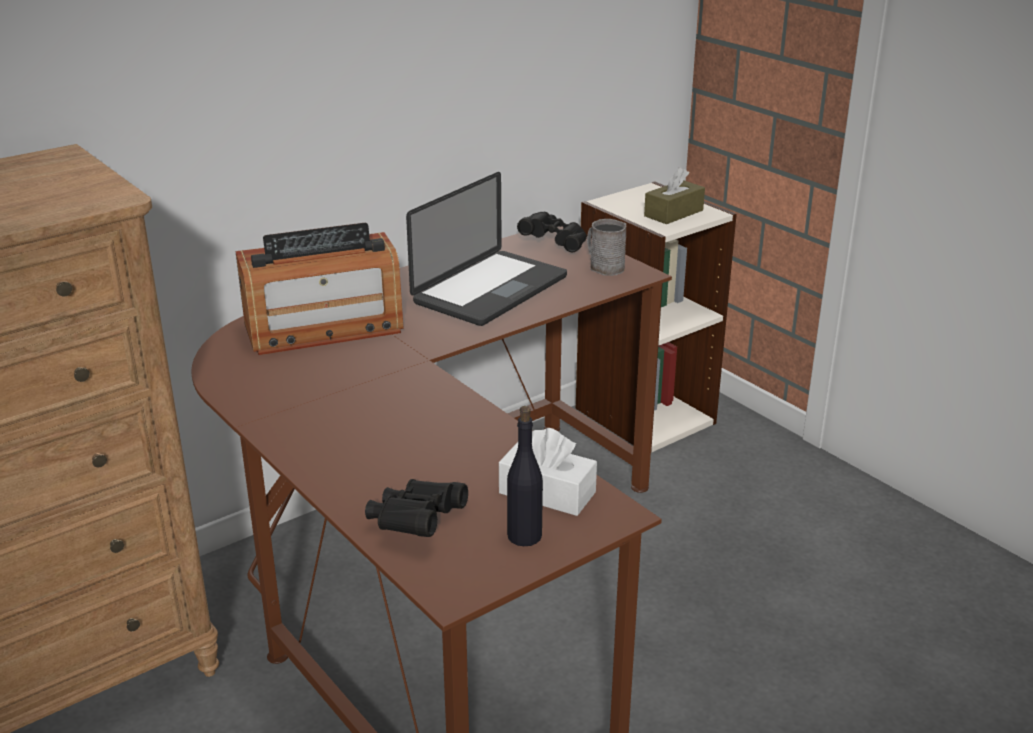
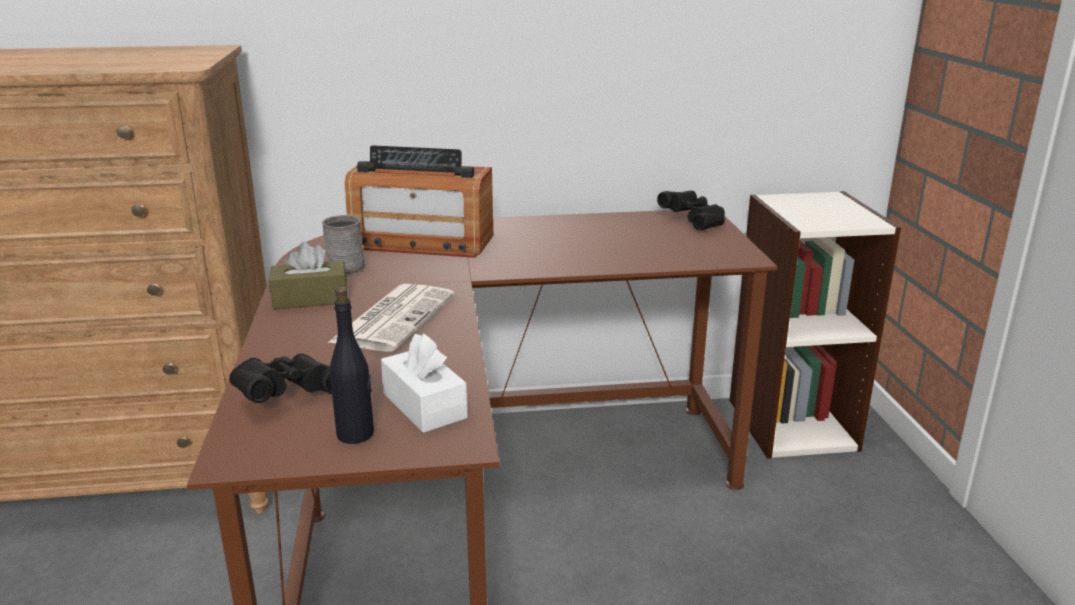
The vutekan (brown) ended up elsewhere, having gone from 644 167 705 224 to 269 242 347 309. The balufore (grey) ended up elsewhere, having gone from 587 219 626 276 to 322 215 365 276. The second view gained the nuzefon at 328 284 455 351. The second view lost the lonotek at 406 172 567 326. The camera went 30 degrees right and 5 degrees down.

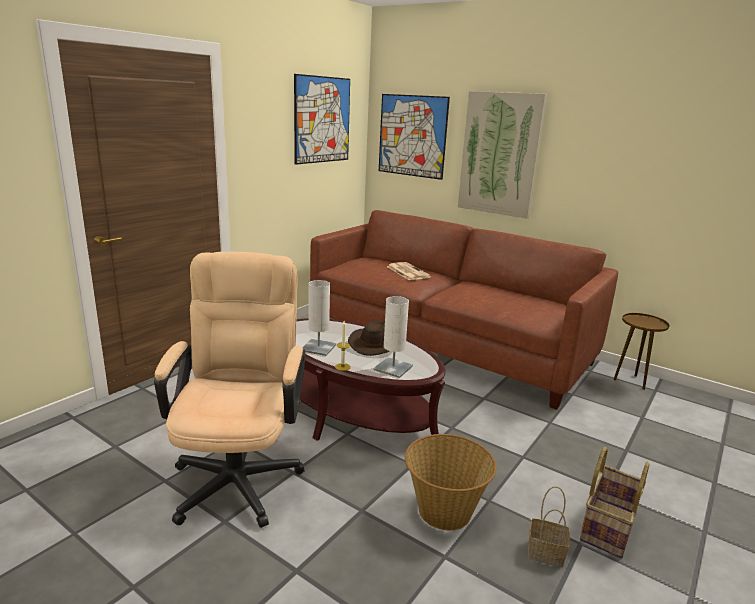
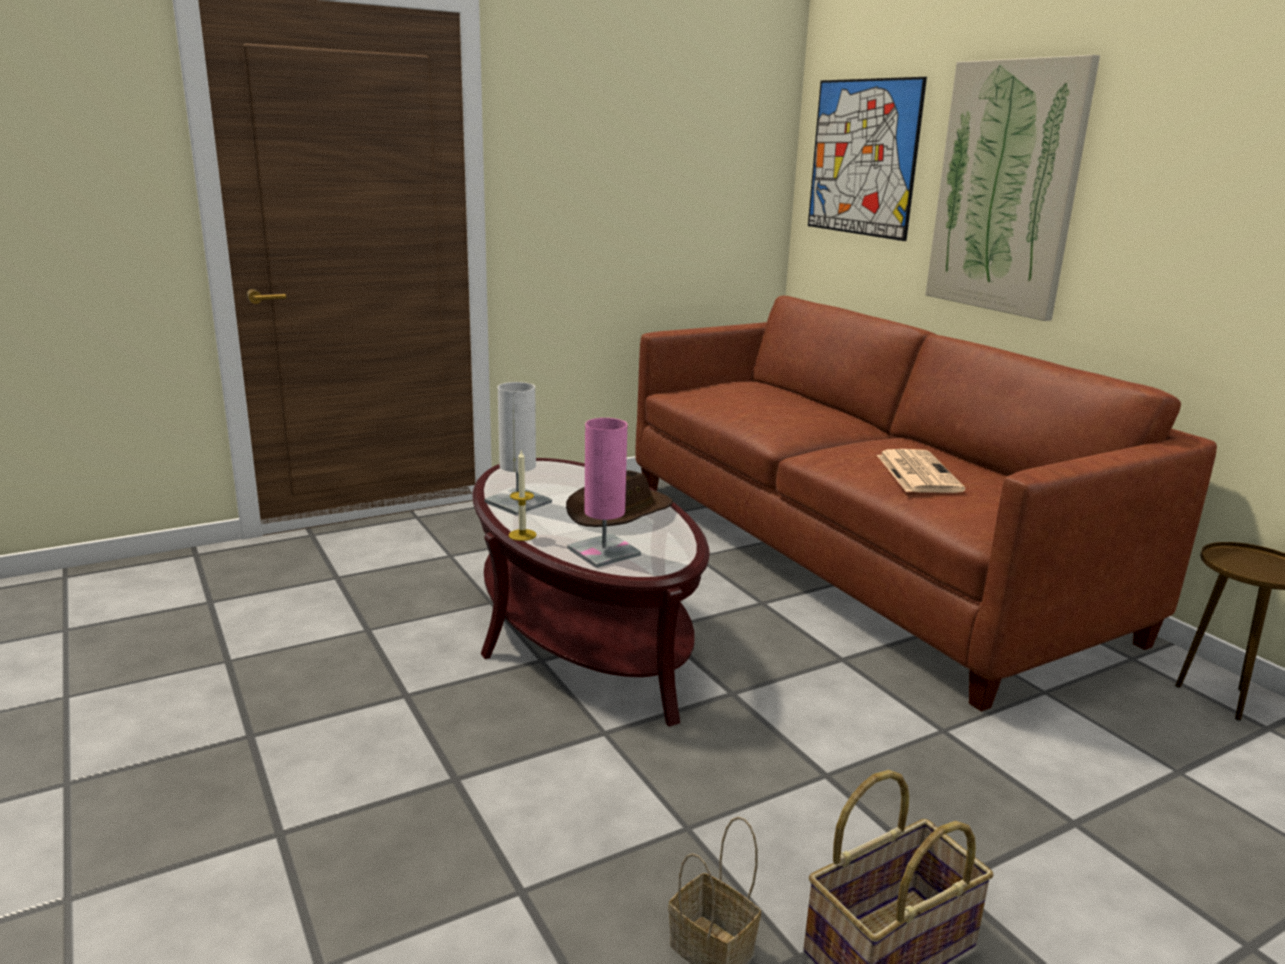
What was the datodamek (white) at 374 296 413 378 turned into the datodamek (pink) at 567 418 641 568. The nuzefon ended up elsewhere, having gone from 387 262 431 280 to 877 449 965 493. The second view lost the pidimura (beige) at 154 252 305 528. The second view lost the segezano at 294 74 350 165. The second view lost the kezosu at 405 434 496 531. The camera went 25 degrees right and 0 degrees up.

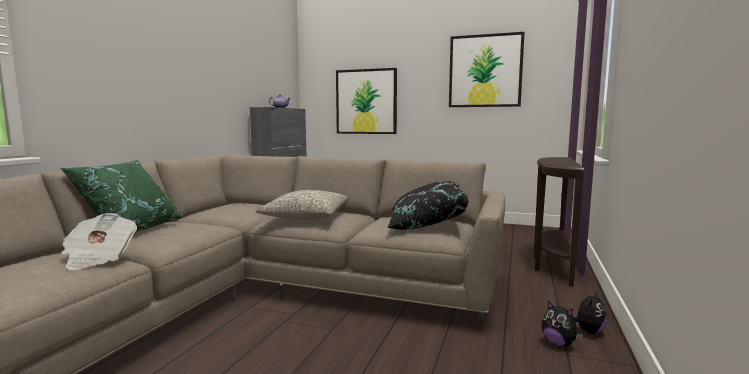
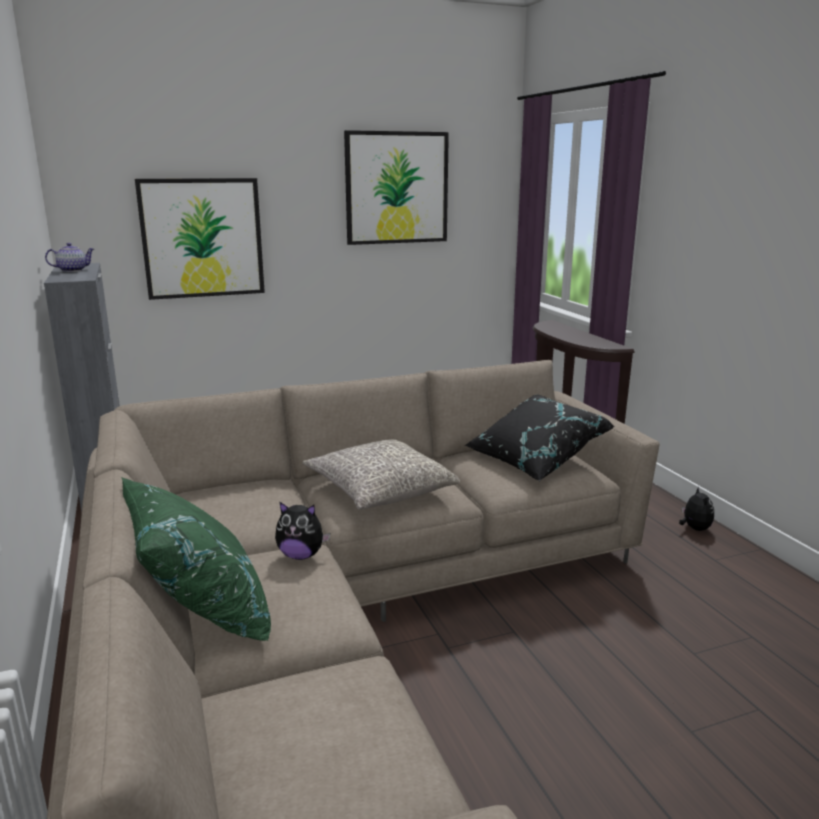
The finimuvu ended up elsewhere, having gone from 541 301 583 347 to 275 502 330 560. The second view lost the nuzefon at 62 213 137 270. The camera went 40 degrees left and 10 degrees up.

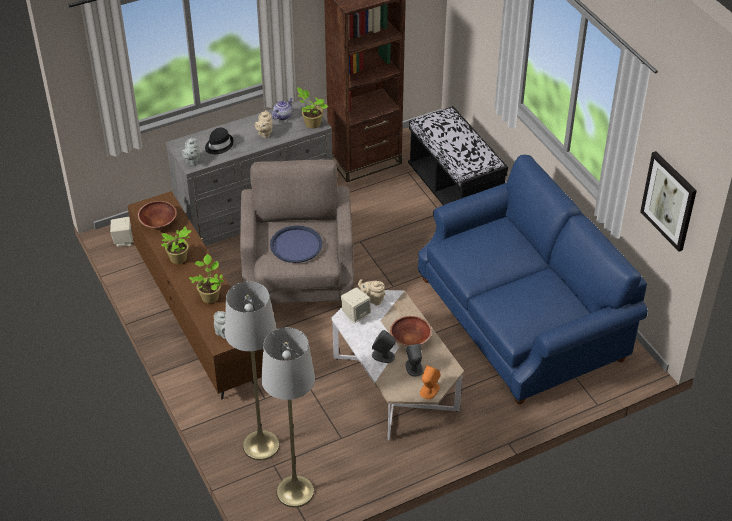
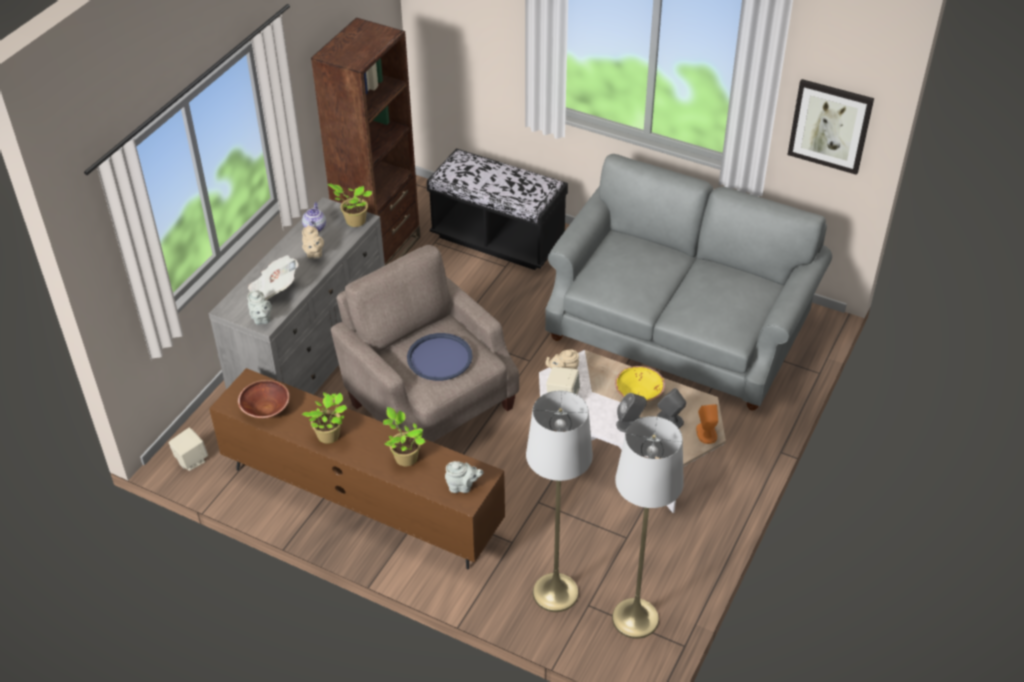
Where the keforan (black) stood at 205 128 234 154, the nuzefon came to stand at 248 255 299 300. What was the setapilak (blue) at 418 155 648 404 turned into the setapilak (grey) at 545 154 832 410. What was the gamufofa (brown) at 390 316 432 346 turned into the gamufofa (yellow) at 615 366 665 402. The camera went 35 degrees left and 0 degrees up.

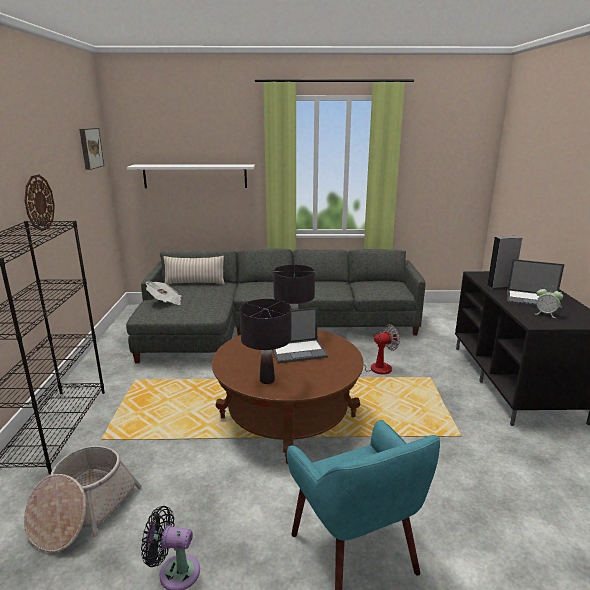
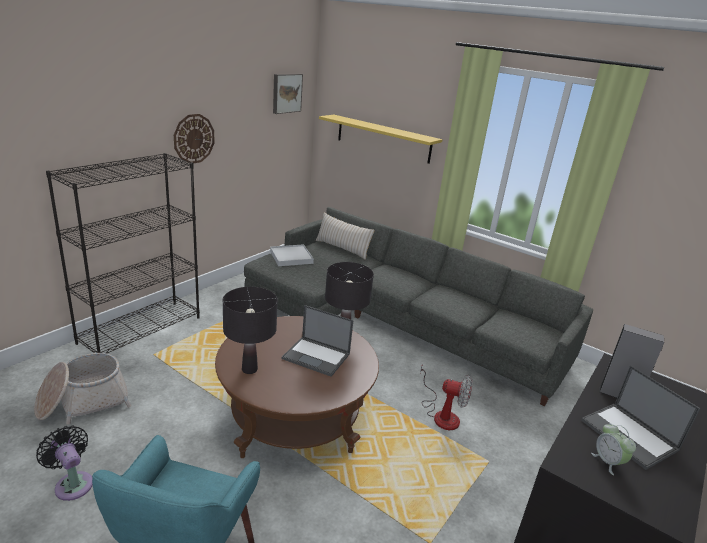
Where the nuzefon stood at 146 282 181 305, the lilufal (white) came to stand at 270 244 314 266. What was the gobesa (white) at 127 164 255 188 turned into the gobesa (yellow) at 319 115 443 164. The camera went 35 degrees right and 5 degrees up.

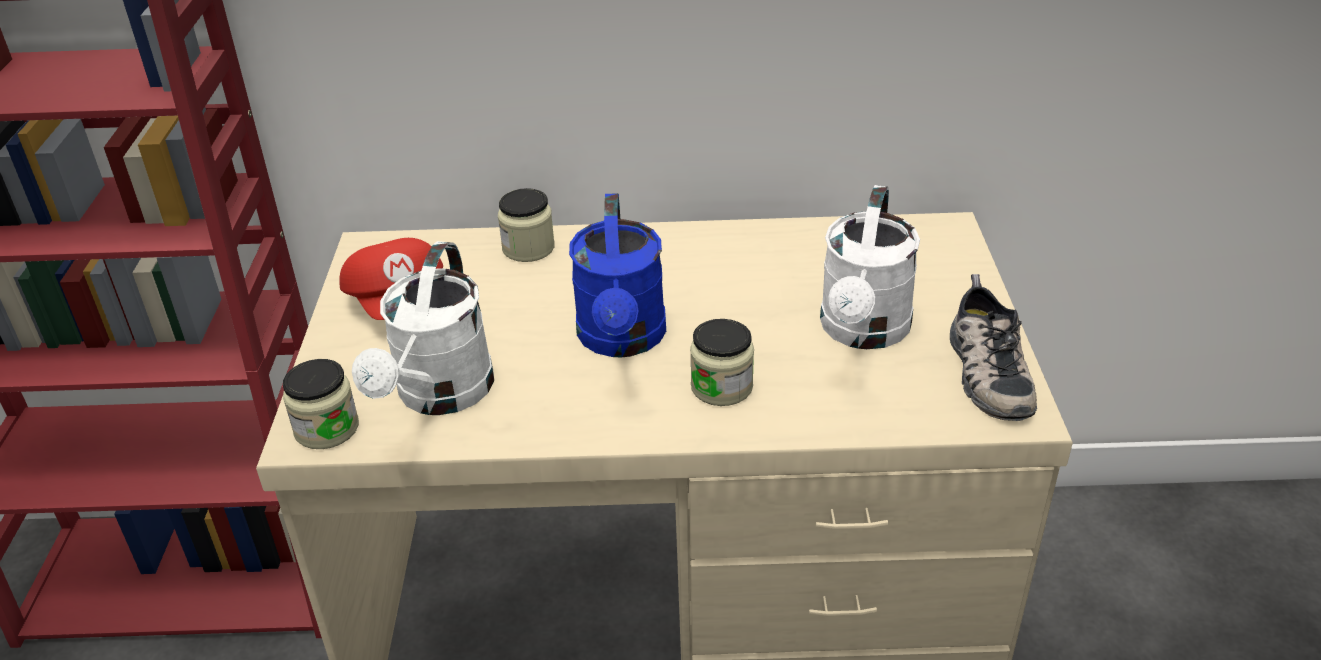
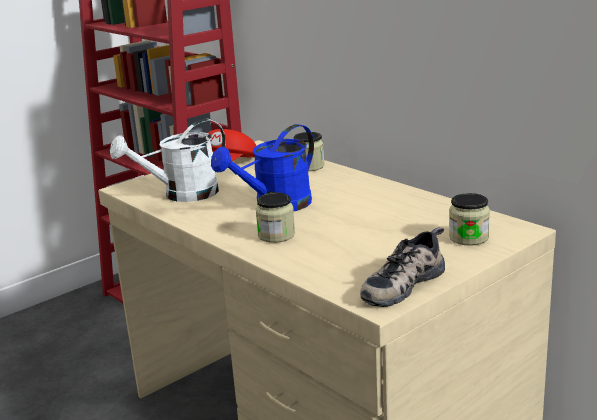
The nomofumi ended up elsewhere, having gone from 283 359 359 449 to 449 193 490 246. The second view lost the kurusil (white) at 820 185 920 349. The camera went 50 degrees right and 15 degrees down.

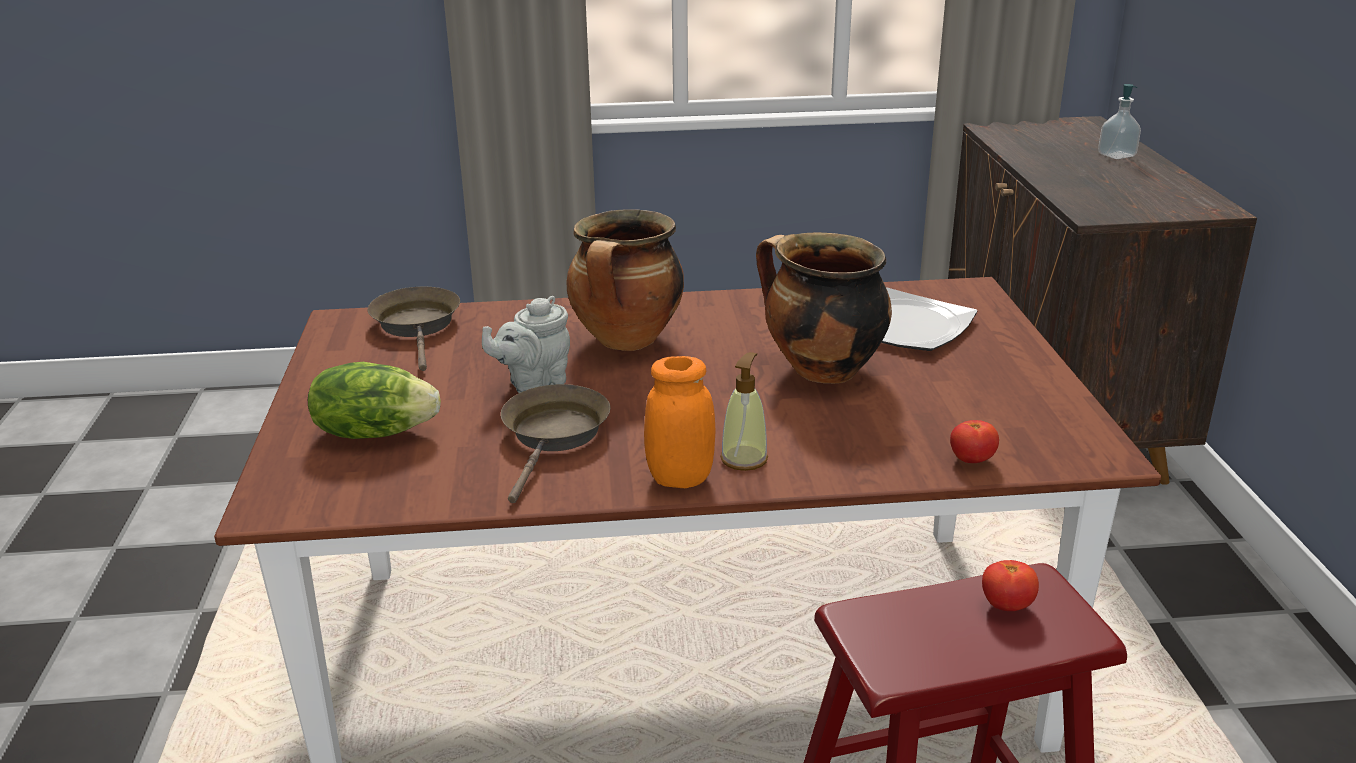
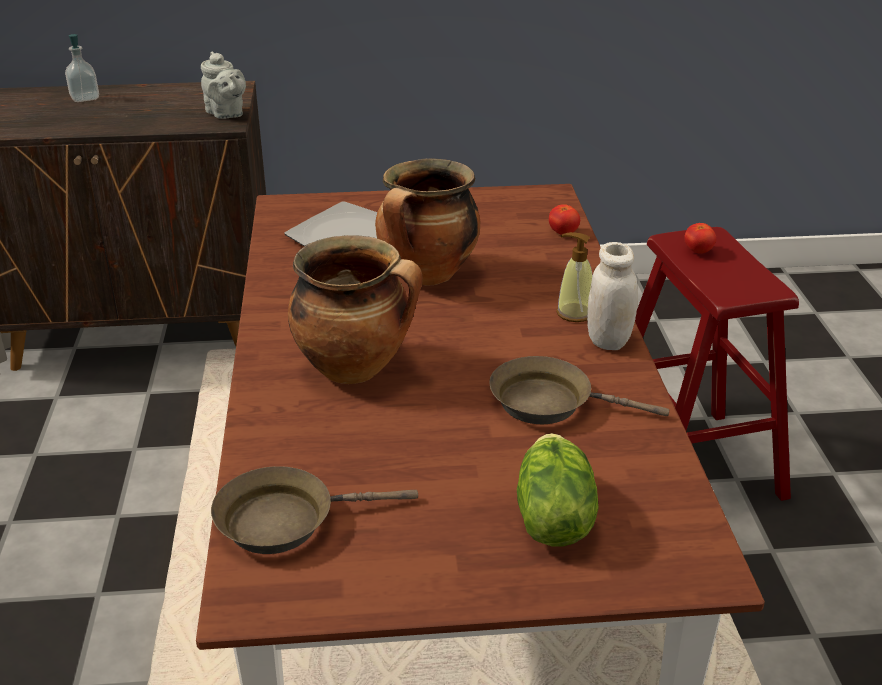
The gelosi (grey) ended up elsewhere, having gone from 482 296 570 393 to 201 51 246 119. What was the nomofumi (orange) at 644 356 715 488 turned into the nomofumi (white) at 587 242 638 350. The camera went 90 degrees left and 5 degrees up.

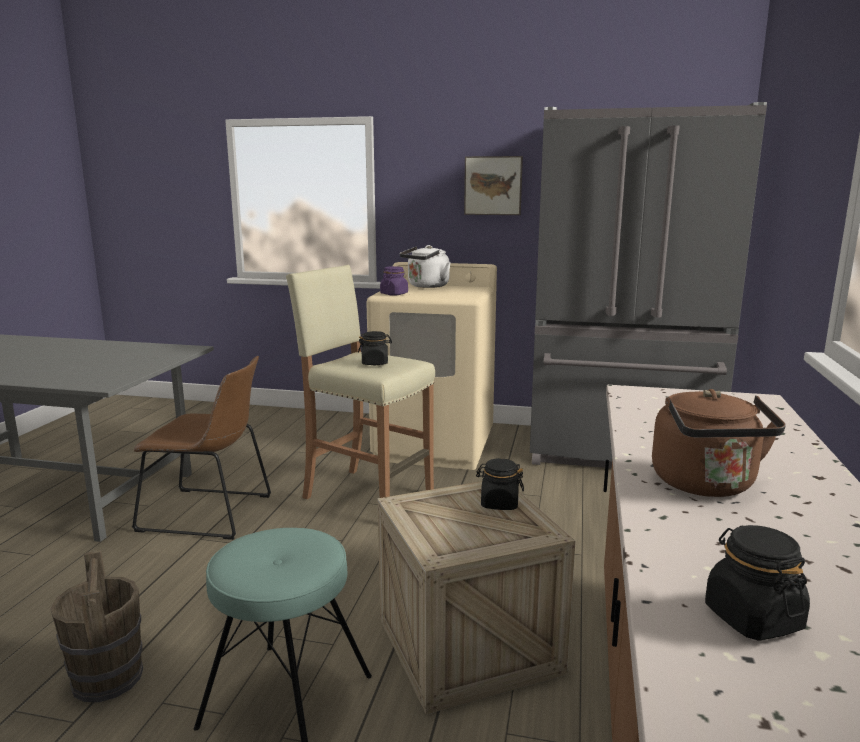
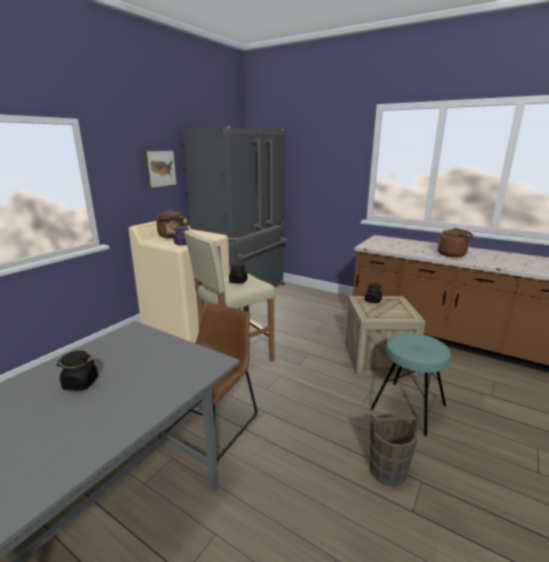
The nomofumi (black) ended up elsewhere, having gone from 705 525 810 641 to 57 350 98 390. What was the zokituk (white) at 400 245 451 288 turned into the zokituk (brown) at 156 210 190 238. The camera went 70 degrees left and 5 degrees up.

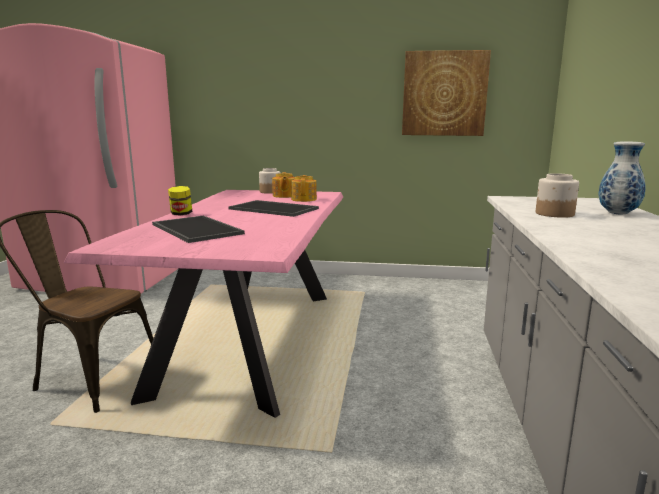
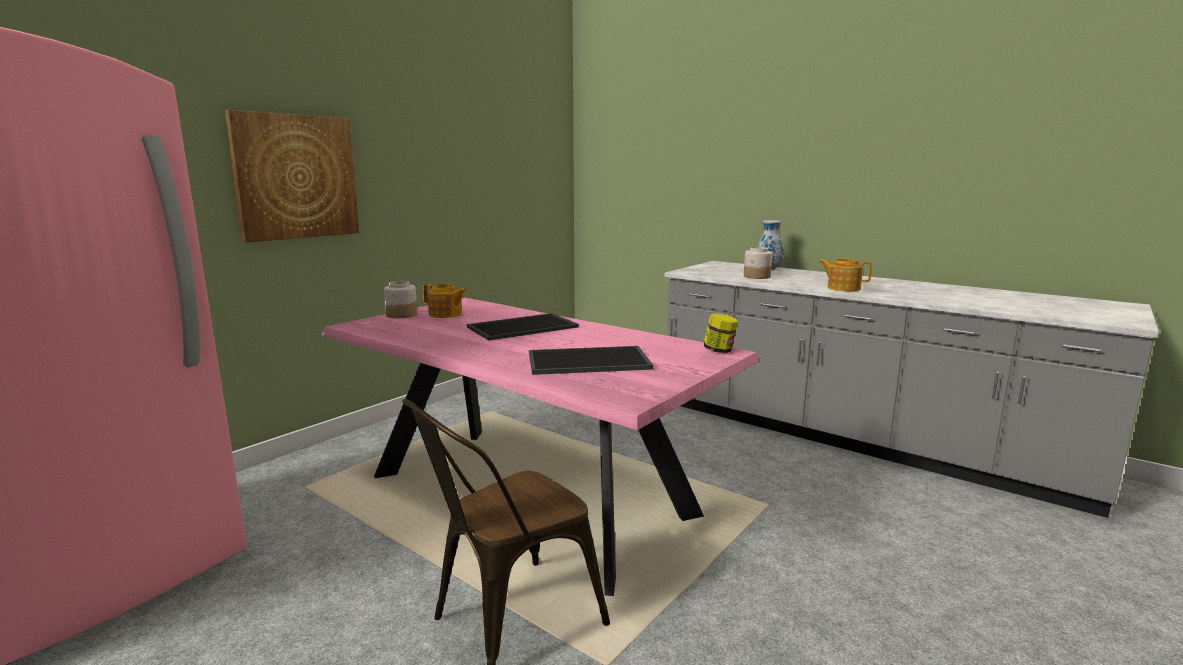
The segezano ended up elsewhere, having gone from 402 50 491 136 to 225 110 359 243. The nomofumi ended up elsewhere, having gone from 168 186 192 216 to 704 313 738 353. The gelosi ended up elsewhere, having gone from 291 175 317 202 to 819 259 872 291. The camera went 60 degrees left and 0 degrees up.

